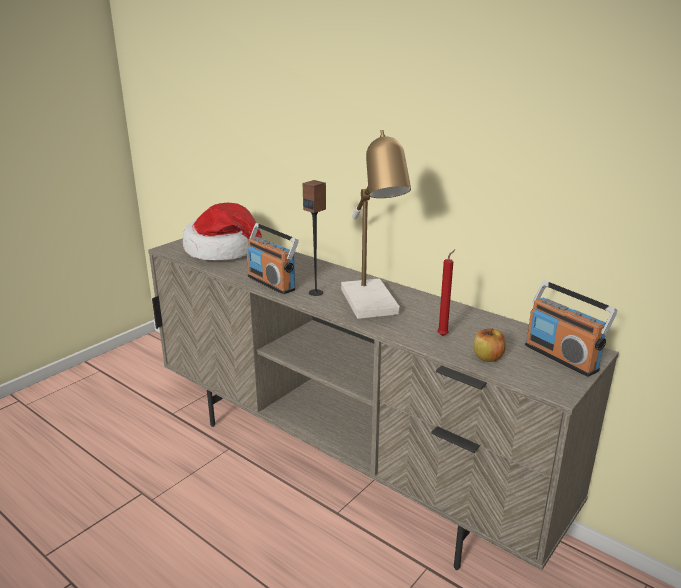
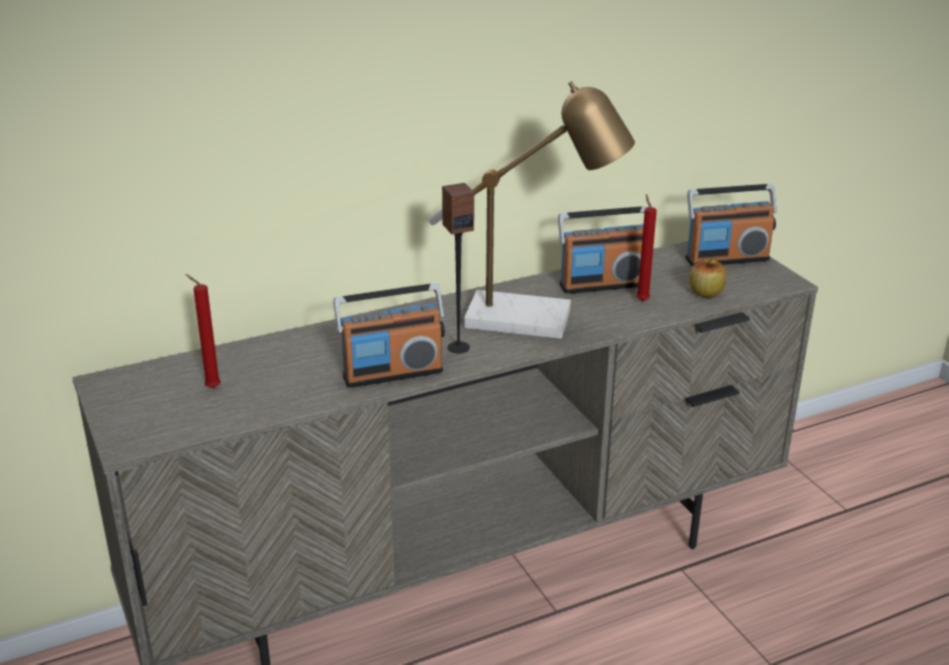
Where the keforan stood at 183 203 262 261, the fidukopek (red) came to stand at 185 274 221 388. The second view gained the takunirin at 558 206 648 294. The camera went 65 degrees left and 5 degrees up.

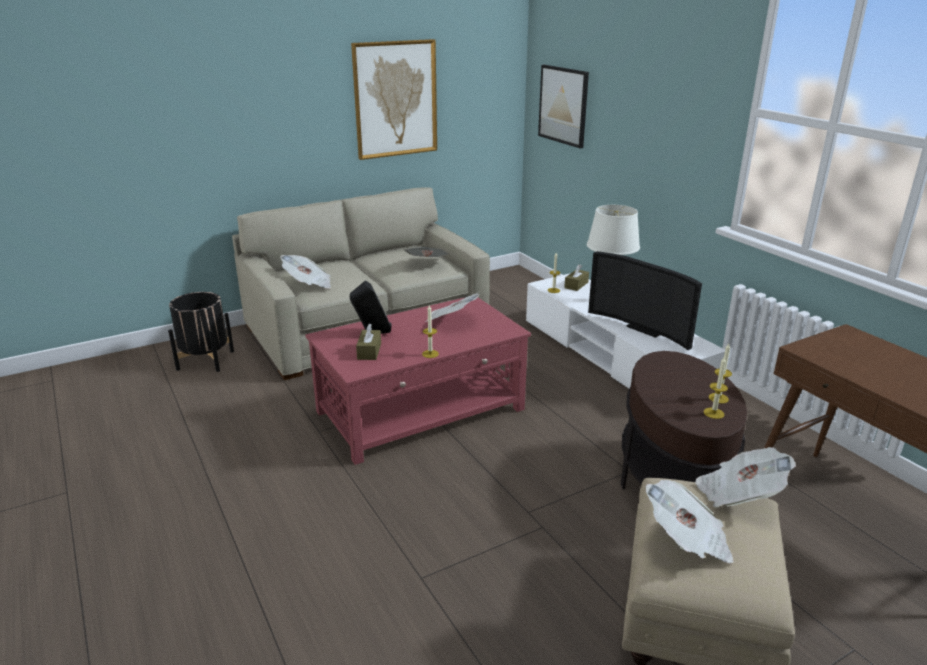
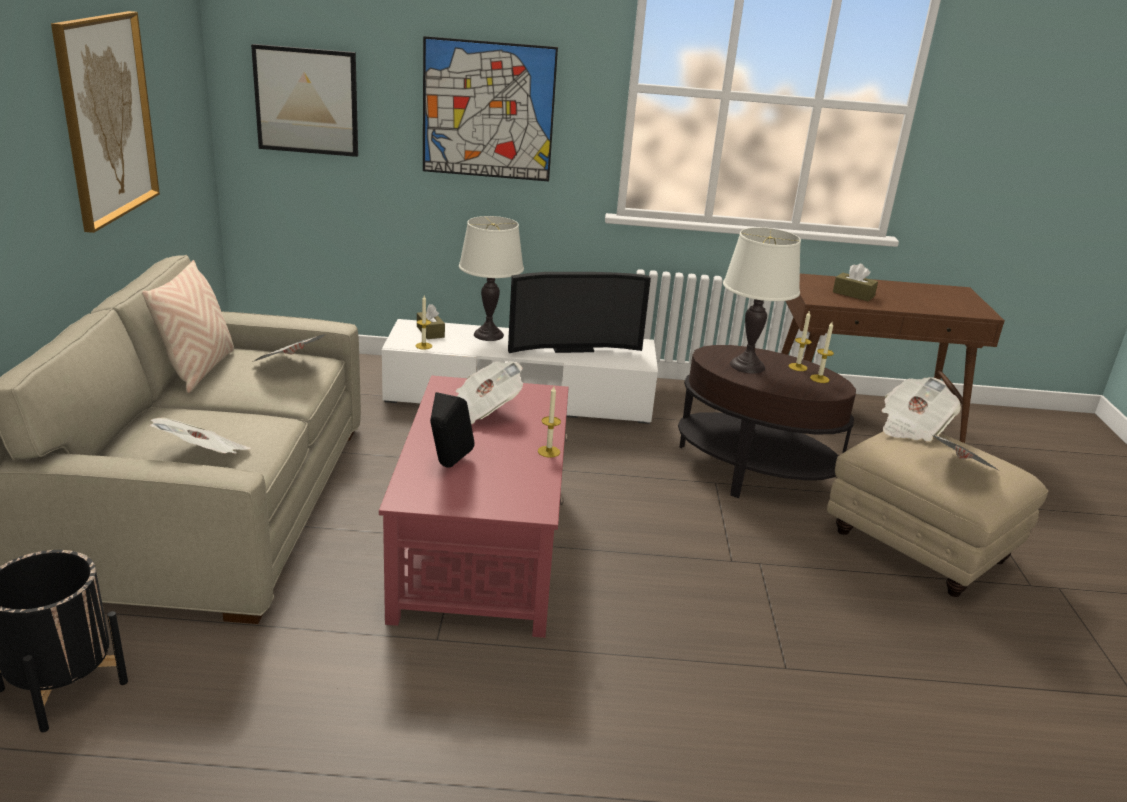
The second view gained the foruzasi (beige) at 142 260 234 393. The second view gained the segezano at 423 36 558 181. The second view gained the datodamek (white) at 723 227 801 374. The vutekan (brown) ended up elsewhere, having gone from 356 323 381 360 to 833 264 878 301. The camera went 60 degrees left and 0 degrees up.

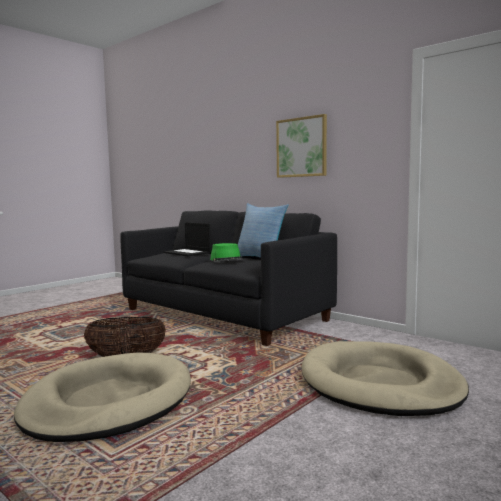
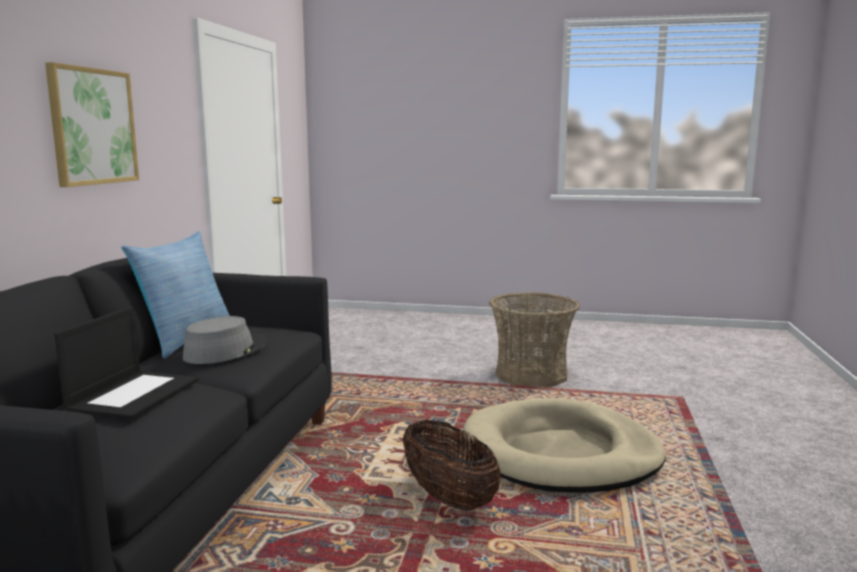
What was the keforan (green) at 210 243 244 262 turned into the keforan (grey) at 183 316 267 364. The second view gained the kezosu at 489 292 580 387. The second view lost the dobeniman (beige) at 302 341 469 416. The camera went 120 degrees left and 5 degrees up.

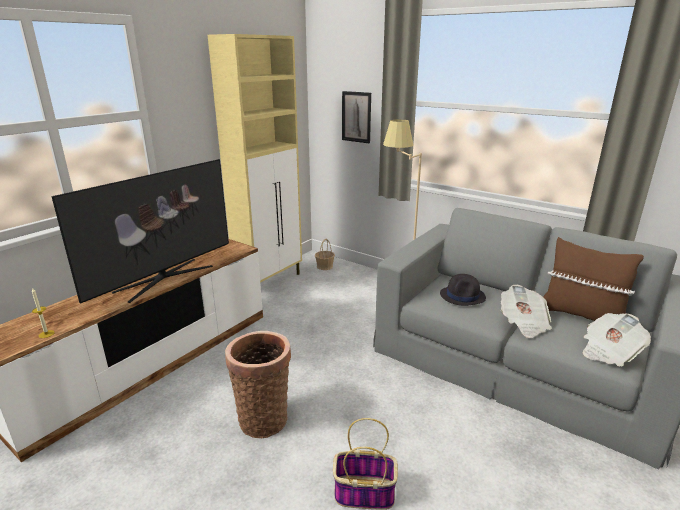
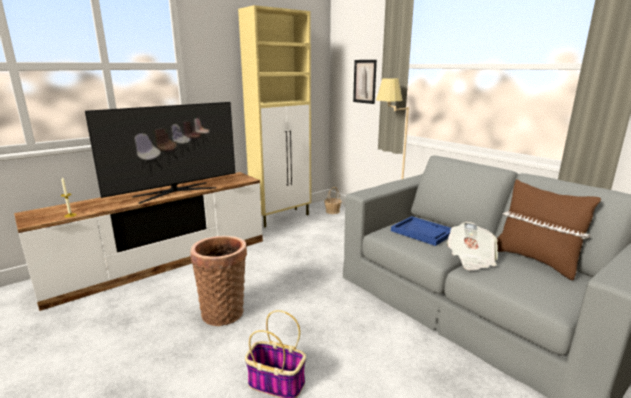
Where the keforan (black) stood at 440 274 486 306, the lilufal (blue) came to stand at 391 216 451 246. The second view lost the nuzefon at 583 313 651 367. The camera went 15 degrees right and 5 degrees down.

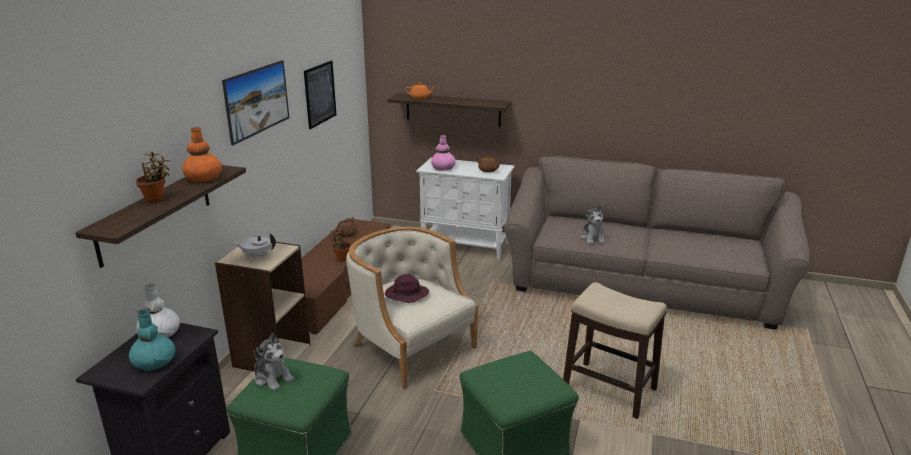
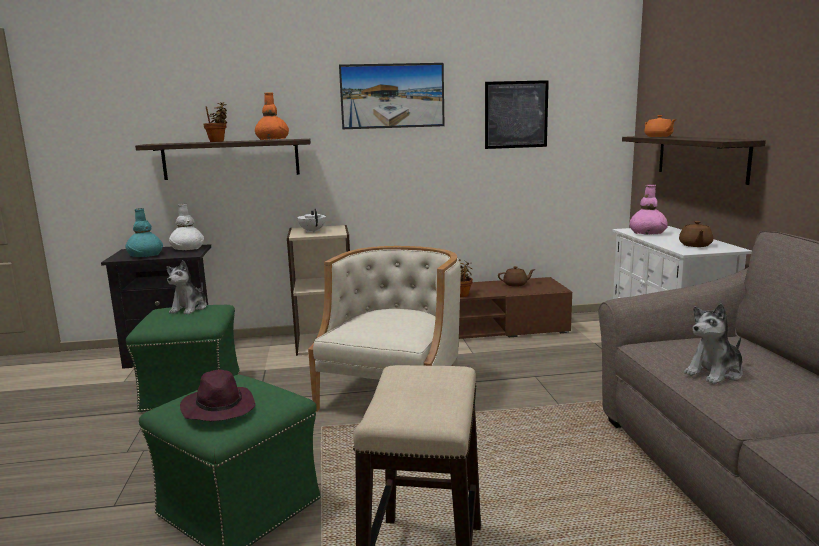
The keforan (purple) ended up elsewhere, having gone from 385 274 429 303 to 180 369 256 421. The camera went 65 degrees right and 10 degrees down.

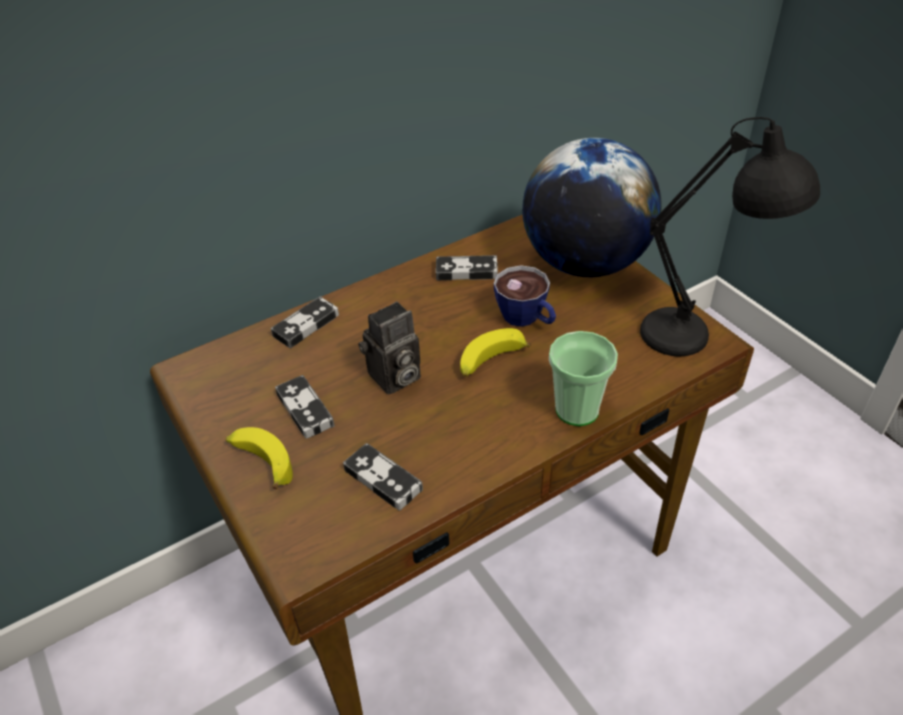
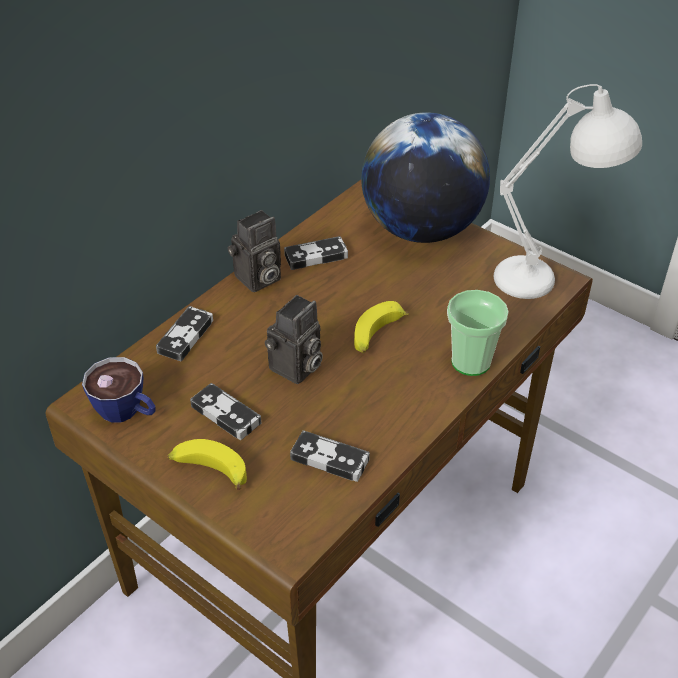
The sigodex ended up elsewhere, having gone from 494 265 556 327 to 82 357 155 423. The second view gained the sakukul at 227 210 281 292. What was the datodamek (black) at 640 117 820 356 turned into the datodamek (white) at 494 84 642 299. The camera went 20 degrees left and 0 degrees up.

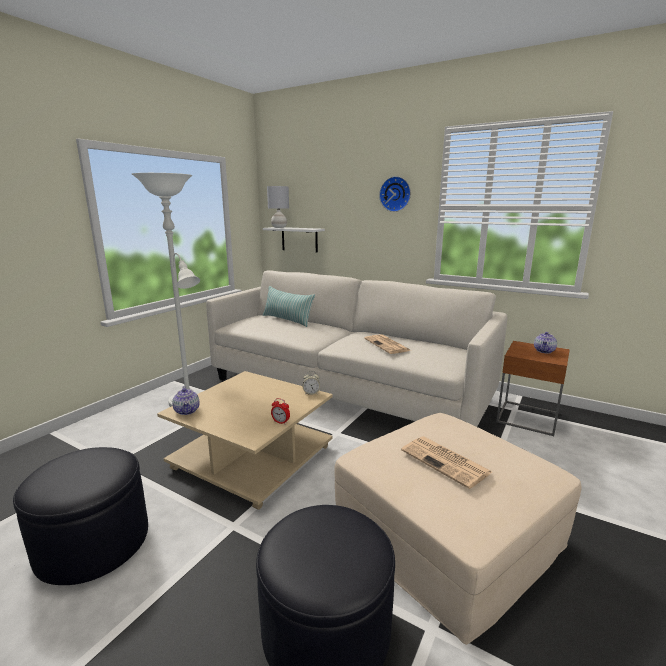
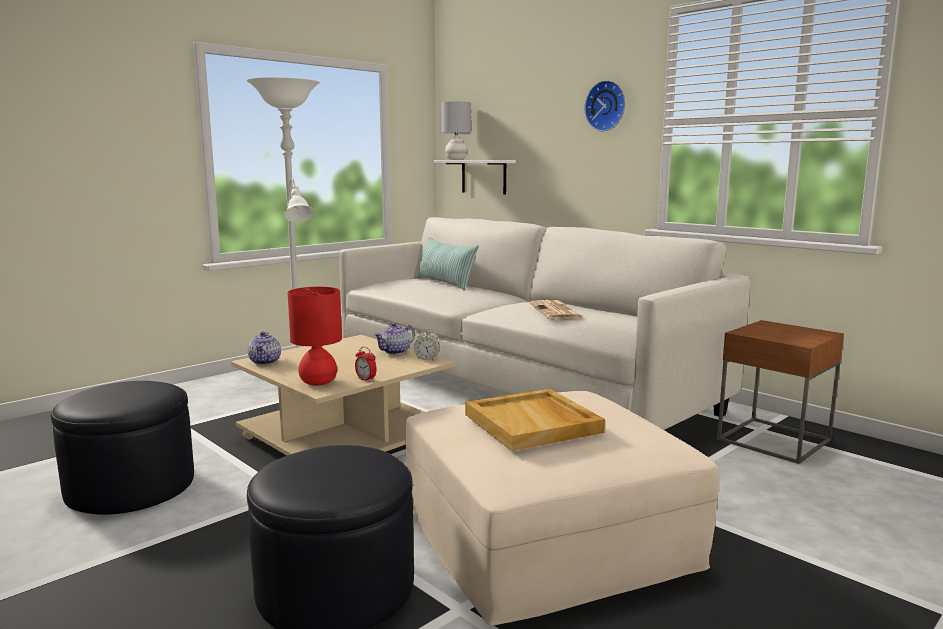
The second view gained the datodamek (red) at 288 287 342 386. The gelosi ended up elsewhere, having gone from 534 332 557 354 to 374 323 415 354. Where the nuzefon stood at 401 436 492 489, the lilufal (beige) came to stand at 465 389 605 451. The camera went 15 degrees right and 5 degrees down.

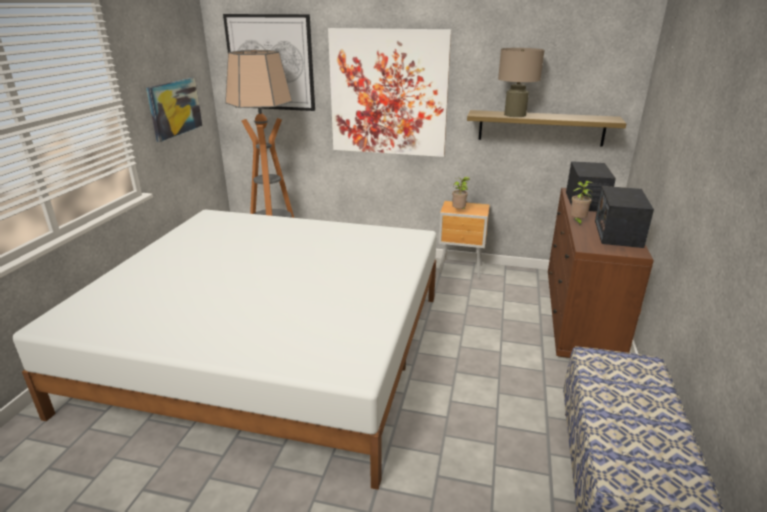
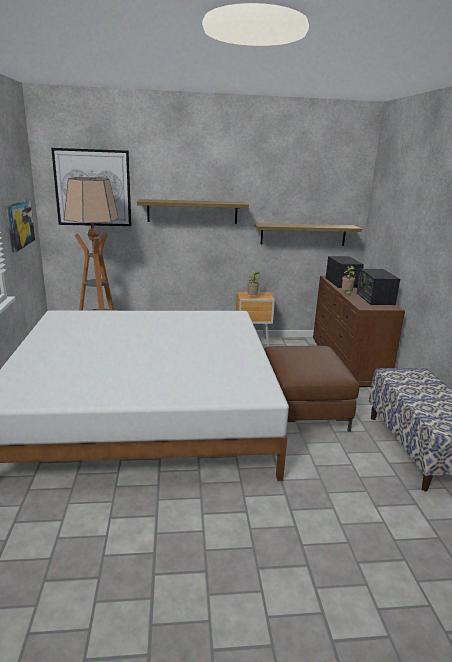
Where the segezano hung at 328 28 452 157, the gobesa came to hang at 137 199 249 224. The second view gained the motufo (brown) at 264 346 359 432. The second view lost the datodamek (beige) at 498 48 545 117. The camera went 20 degrees left and 5 degrees down.

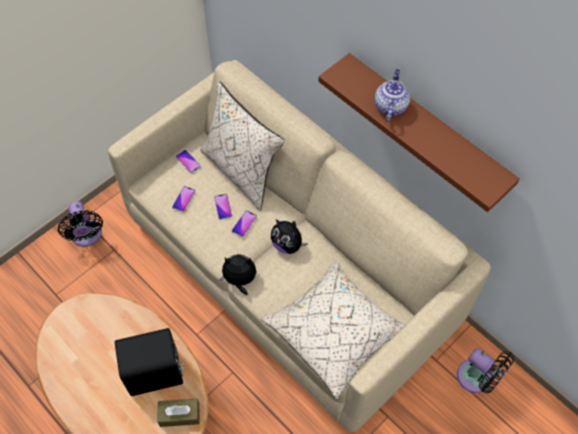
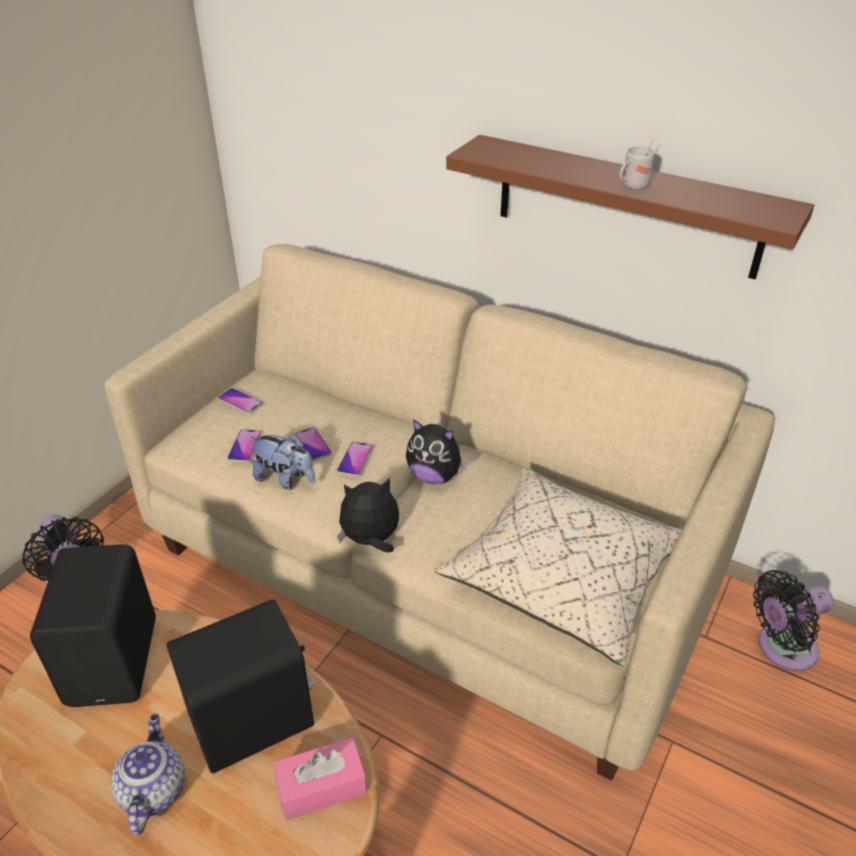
The second view gained the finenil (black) at 30 544 156 707. The gelosi ended up elsewhere, having gone from 374 69 410 121 to 111 714 185 836. The second view gained the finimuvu at 250 434 315 490. What was the vutekan (brown) at 157 399 200 427 turned into the vutekan (pink) at 273 737 367 820. The second view gained the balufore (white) at 619 138 655 189. The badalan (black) at 457 348 515 393 ended up facing another way, 135 degrees clockwise from before. The second view lost the foruzasi (beige) at 200 81 285 211. The camera went 15 degrees left and 20 degrees down.

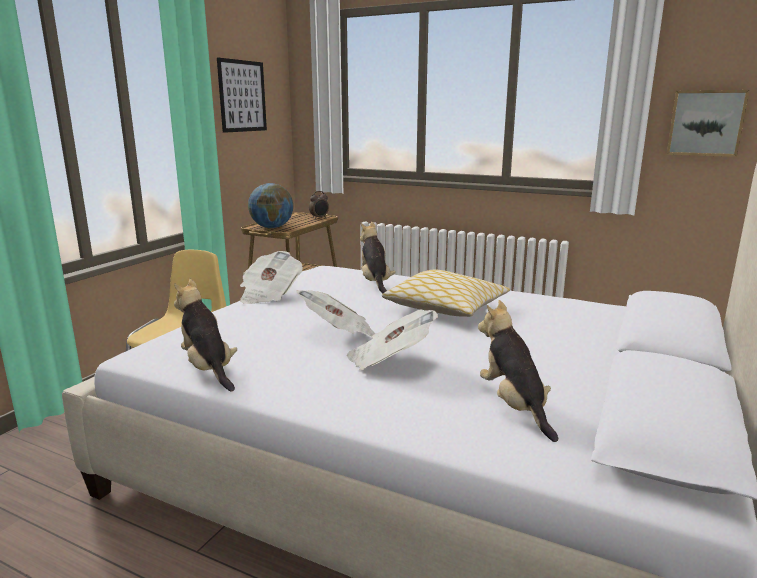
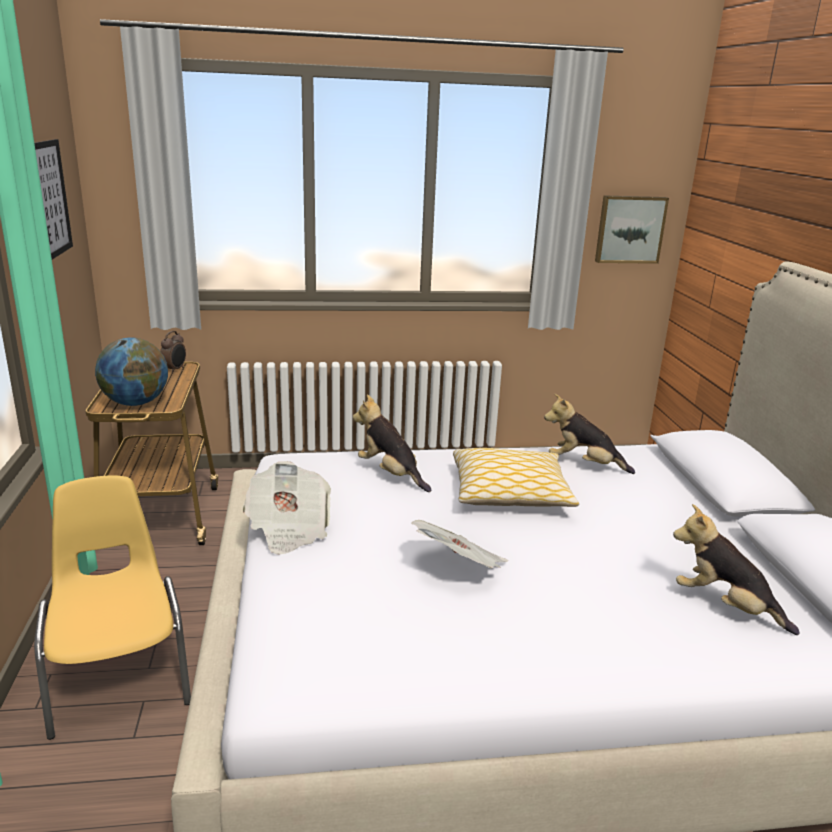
The finimuvu ended up elsewhere, having gone from 174 279 237 391 to 544 394 635 474. The second view lost the nuzefon at 347 309 438 370. The camera went 35 degrees left and 5 degrees up.

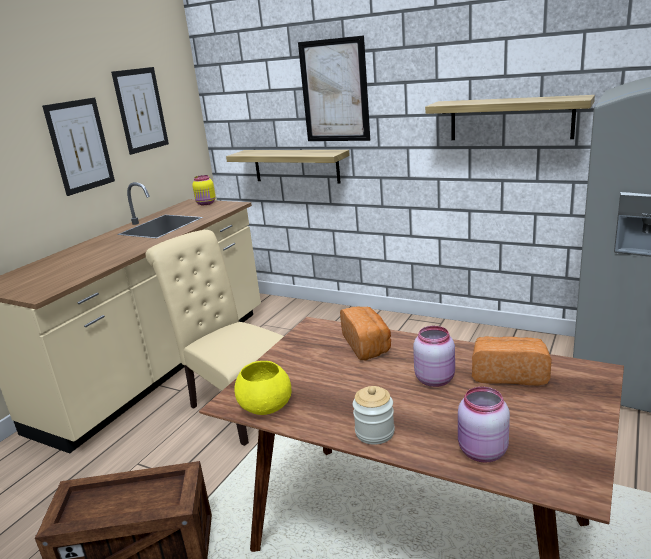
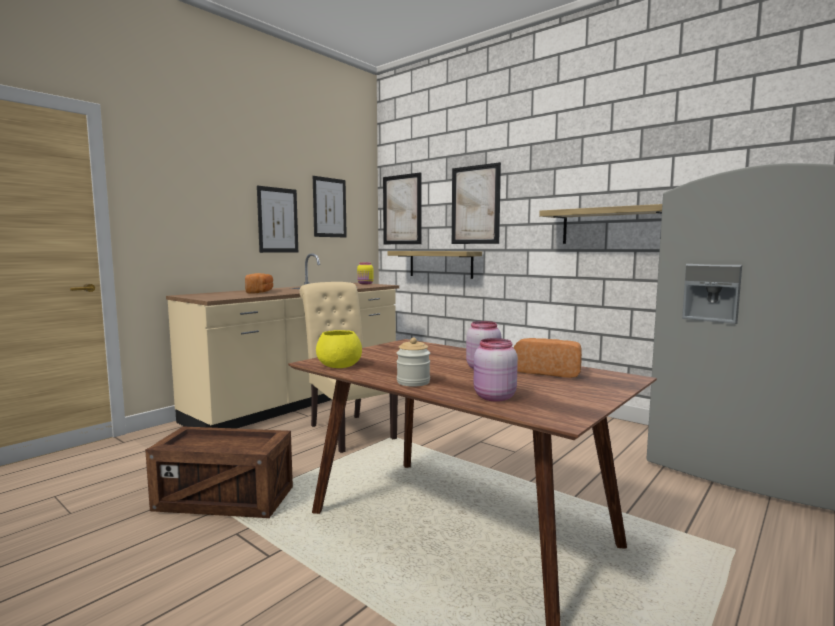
The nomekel ended up elsewhere, having gone from 340 306 391 360 to 245 273 273 294. The second view gained the segezano at 383 172 422 244. The camera went 10 degrees right and 15 degrees down.

